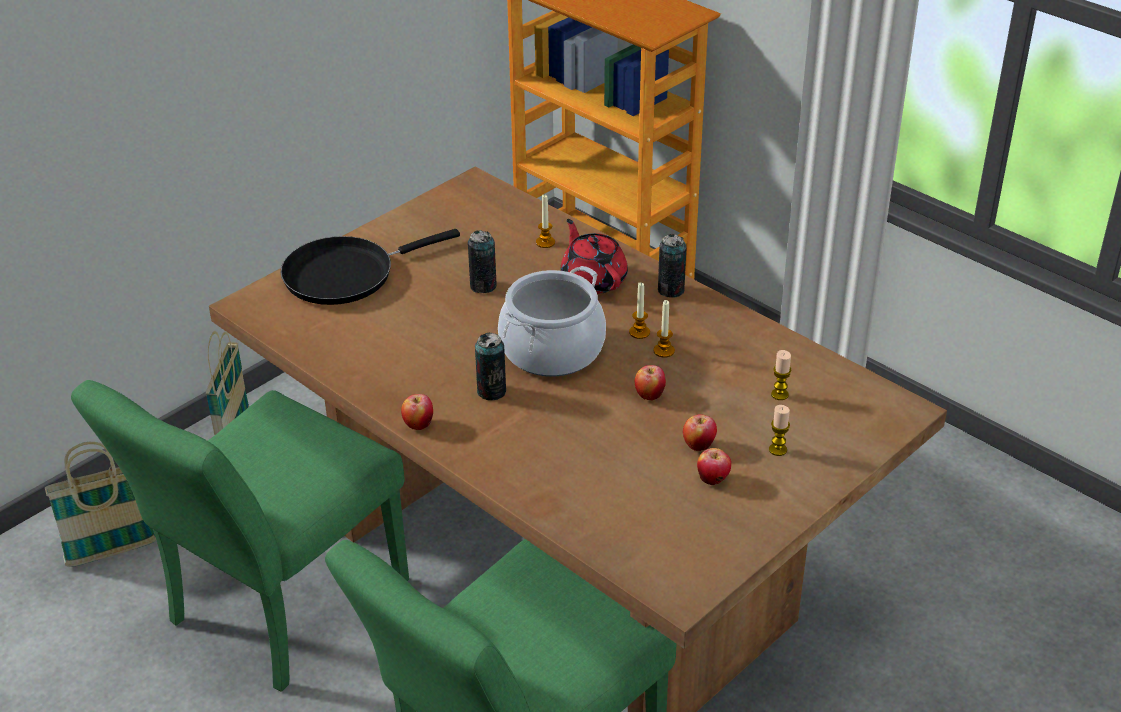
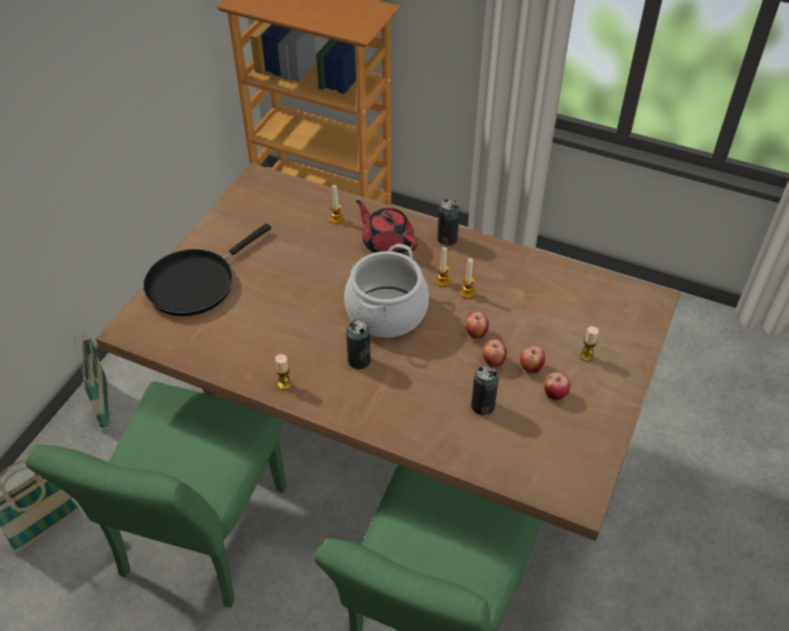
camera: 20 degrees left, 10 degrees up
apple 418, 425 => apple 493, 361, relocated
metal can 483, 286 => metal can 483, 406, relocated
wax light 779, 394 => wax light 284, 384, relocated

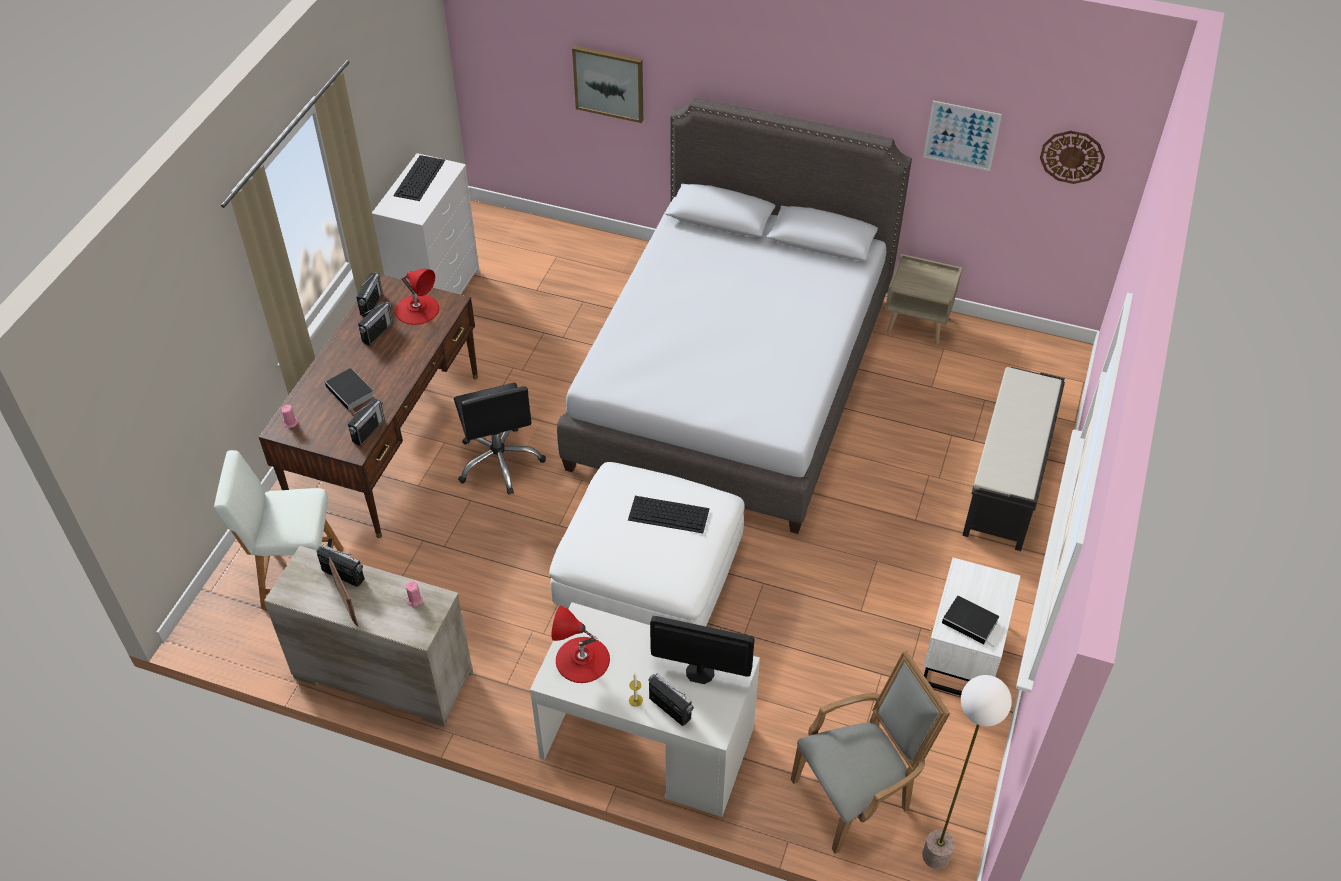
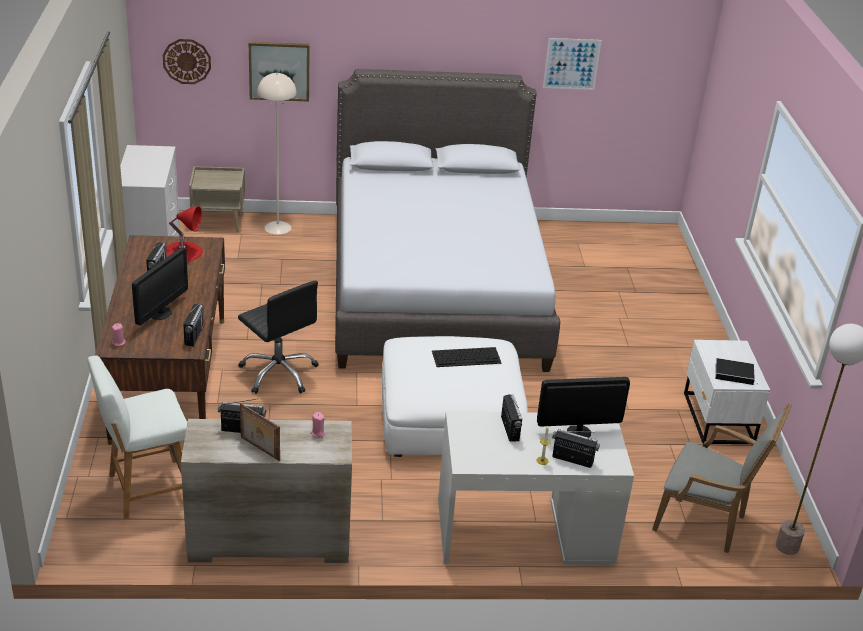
camera: 25 degrees left, 15 degrees down
keyboard 419, 178 => nothing
red-coloured lamp for a table 582, 659 => nothing
blackish long seat 1007, 481 => nothing
nothing => beige-coloured standard lamp 278, 227
radio receiver 371, 304 => radio receiver 510, 429, relocated
beige-coloured nightstand 918, 324 => beige-coloured nightstand 219, 223, relocated
clock on the wall 1072, 156 => clock on the wall 187, 61, relocated
book 351, 392 => monitor 160, 313
grey lounge chair 858, 794 => grey lounge chair 706, 523, 75 degrees clockwise

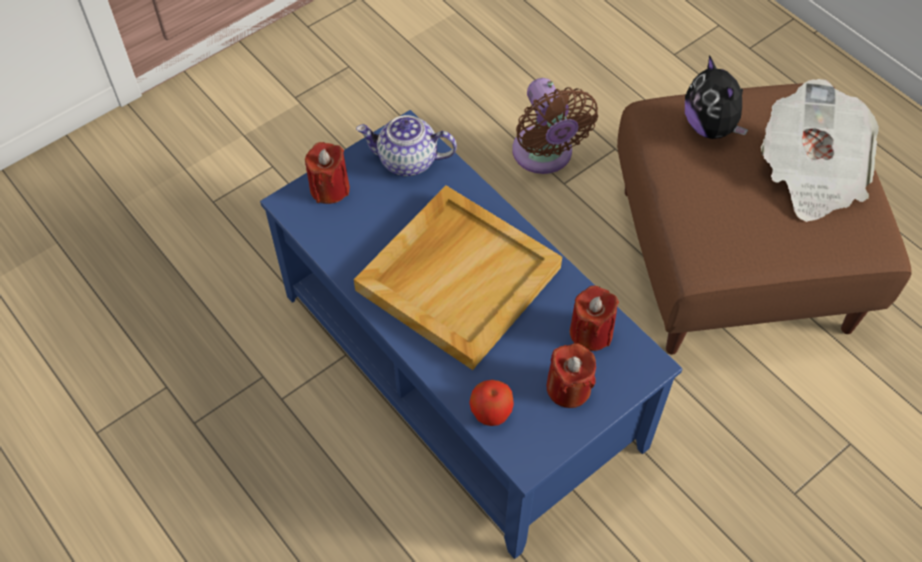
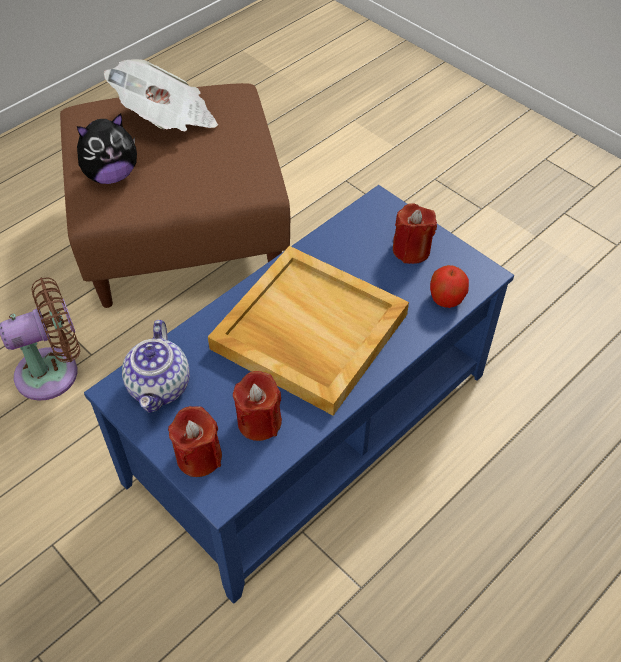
camera: 95 degrees left, 5 degrees down
red-coloured wax light 591, 332 => red-coloured wax light 259, 422, relocated

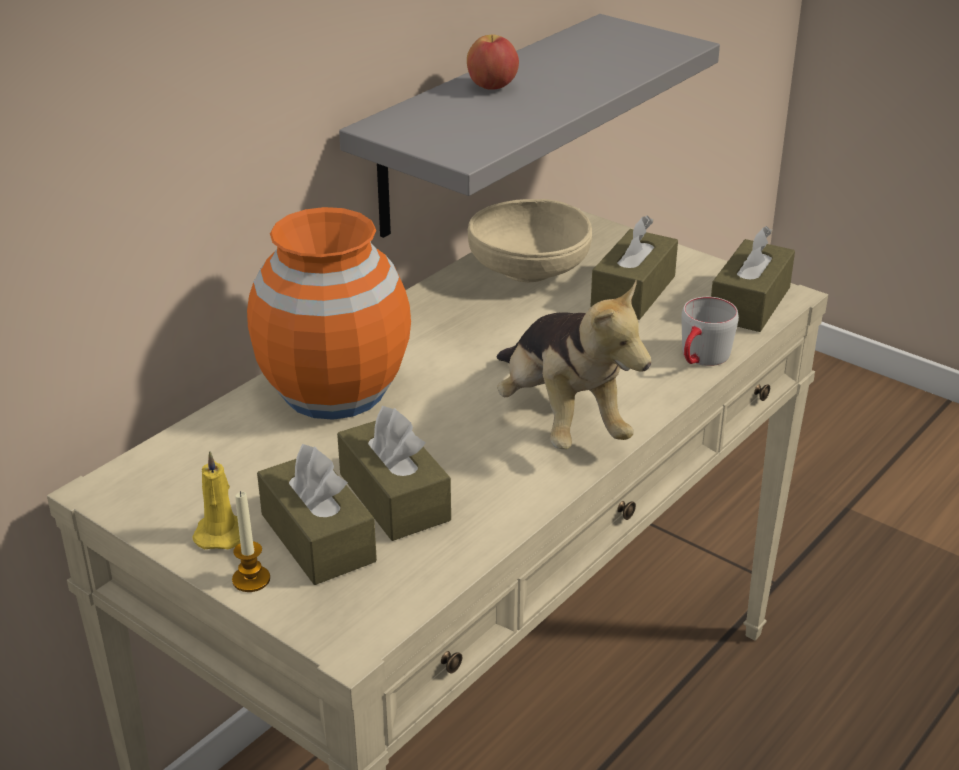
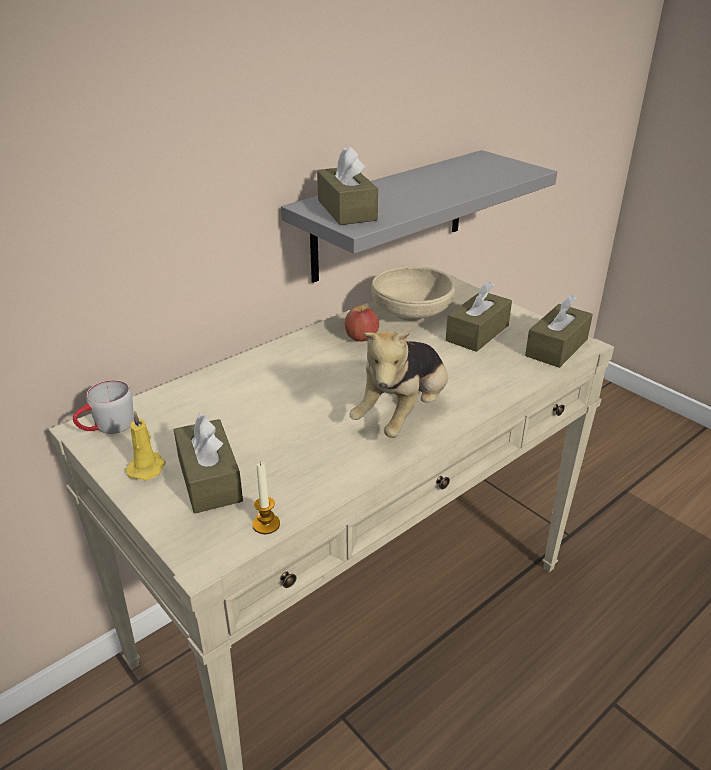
camera: 10 degrees right, 0 degrees up
orange flower vase 335, 390 => nothing
wax light 251, 579 => wax light 266, 524, relocated
brownish tissue holder 394, 497 => brownish tissue holder 346, 210, relocated
apple 492, 87 => apple 361, 338, relocated
grey coffee mug 701, 359 => grey coffee mug 107, 427, relocated
cuddly toy 561, 420 => cuddly toy 403, 414, 45 degrees clockwise

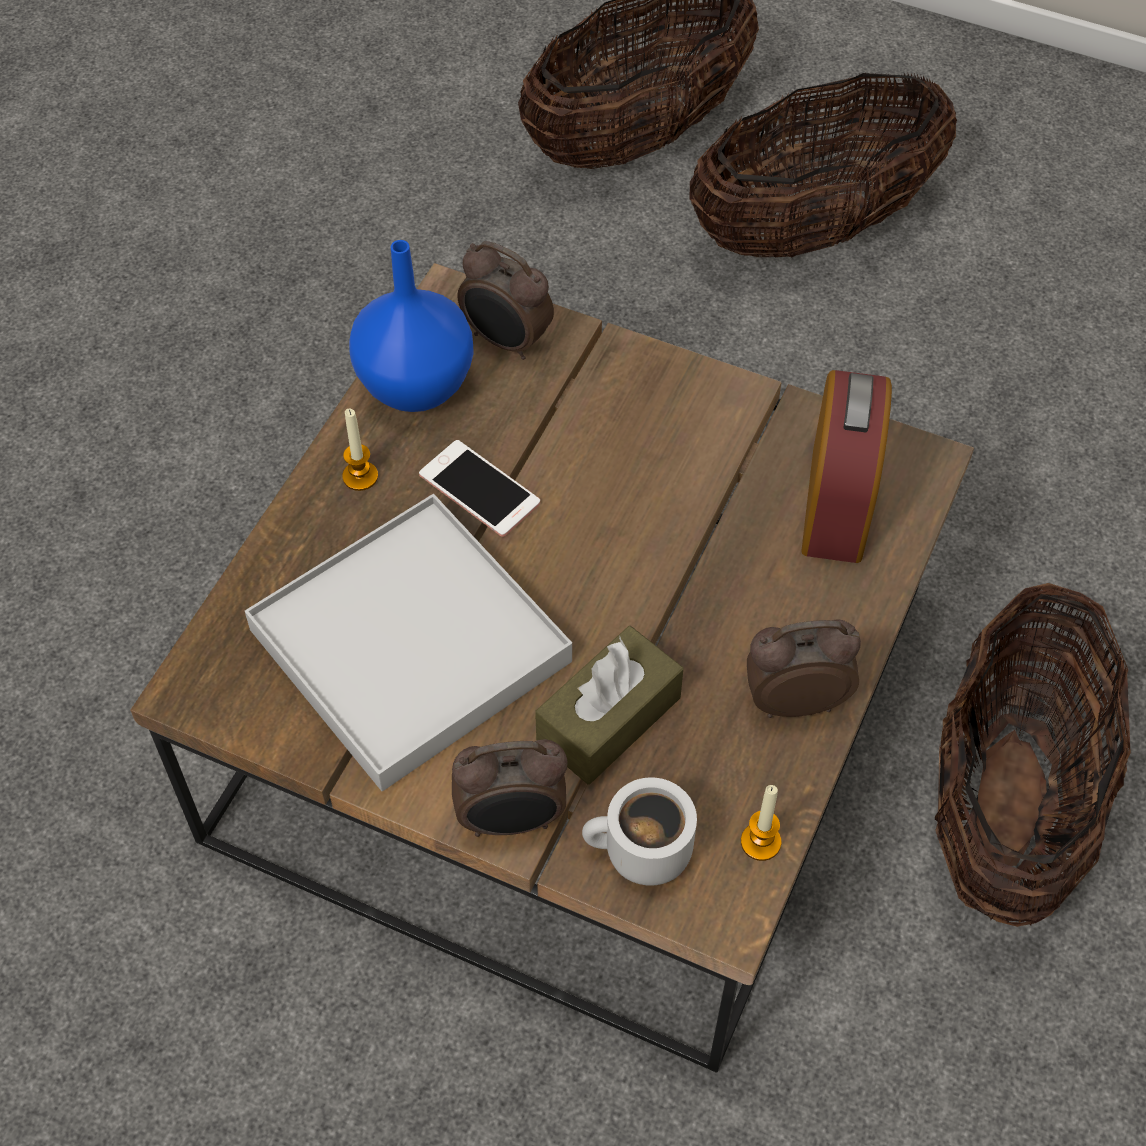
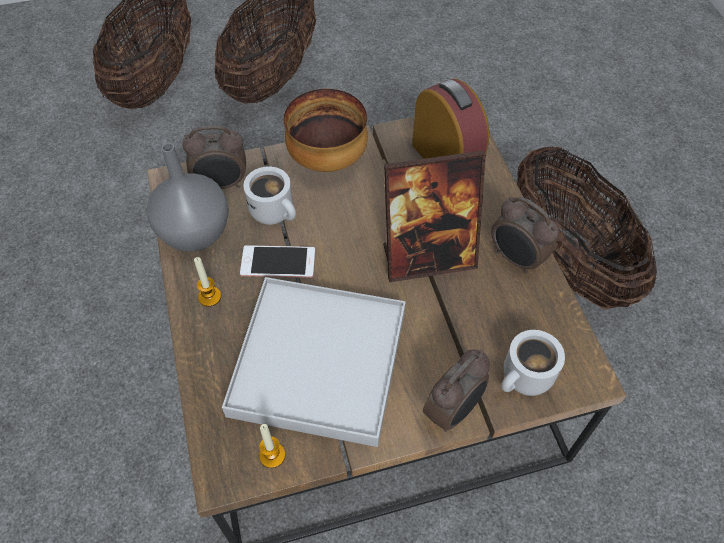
camera: 40 degrees left, 0 degrees up
brownish tissue holder 608, 719 => nothing
nothing => whitish coffee mug 276, 211
nothing => deep dish 328, 160
nothing => standing frame 428, 258
wax light 760, 842 => wax light 272, 455, relocated
blue-coloured flower vase 413, 386 => grey flower vase 194, 235
bedside clock 794, 700 => bedside clock 516, 259, 90 degrees counterclockwise

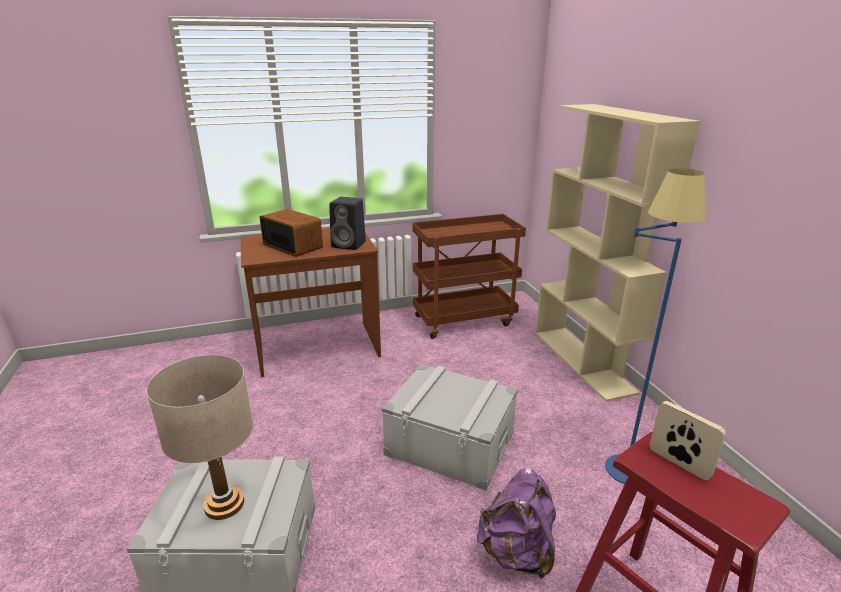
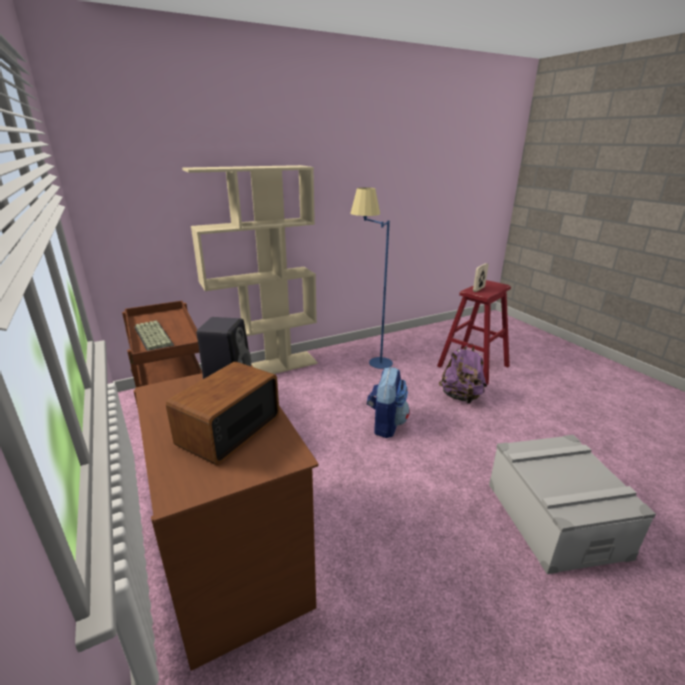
camera: 100 degrees left, 0 degrees up
beige-coloured lamp for a table 224, 504 => nothing
nothing => keyboard 152, 337
grey storage box 450, 443 => rucksack 386, 424

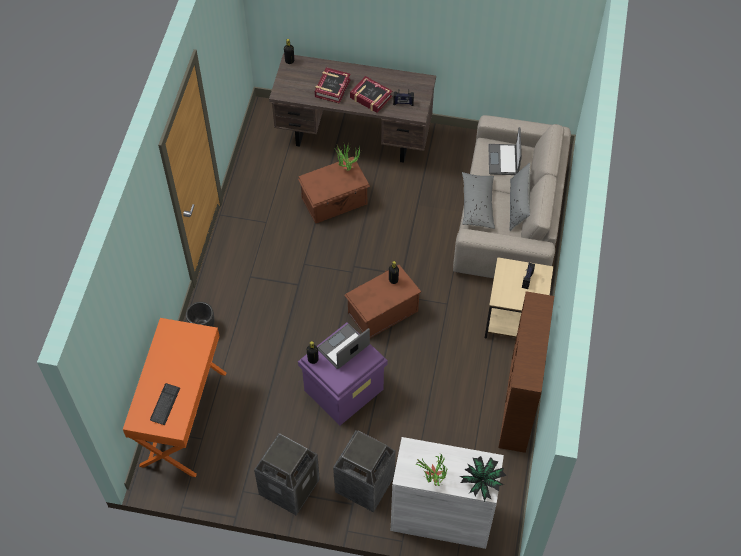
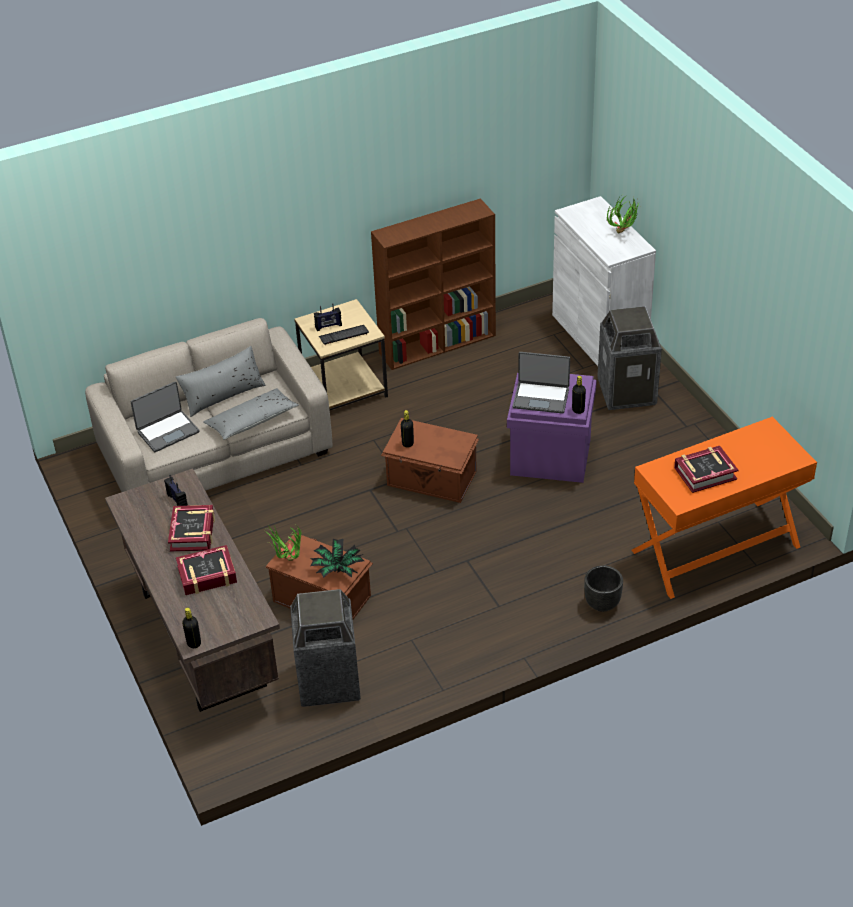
camera: 125 degrees left, 15 degrees down
nothing => book 705, 473
keyboard 165, 404 => keyboard 344, 335, relocated
trash can 289, 487 => trash can 328, 682, relocated
potted plant 482, 481 => potted plant 337, 569, relocated

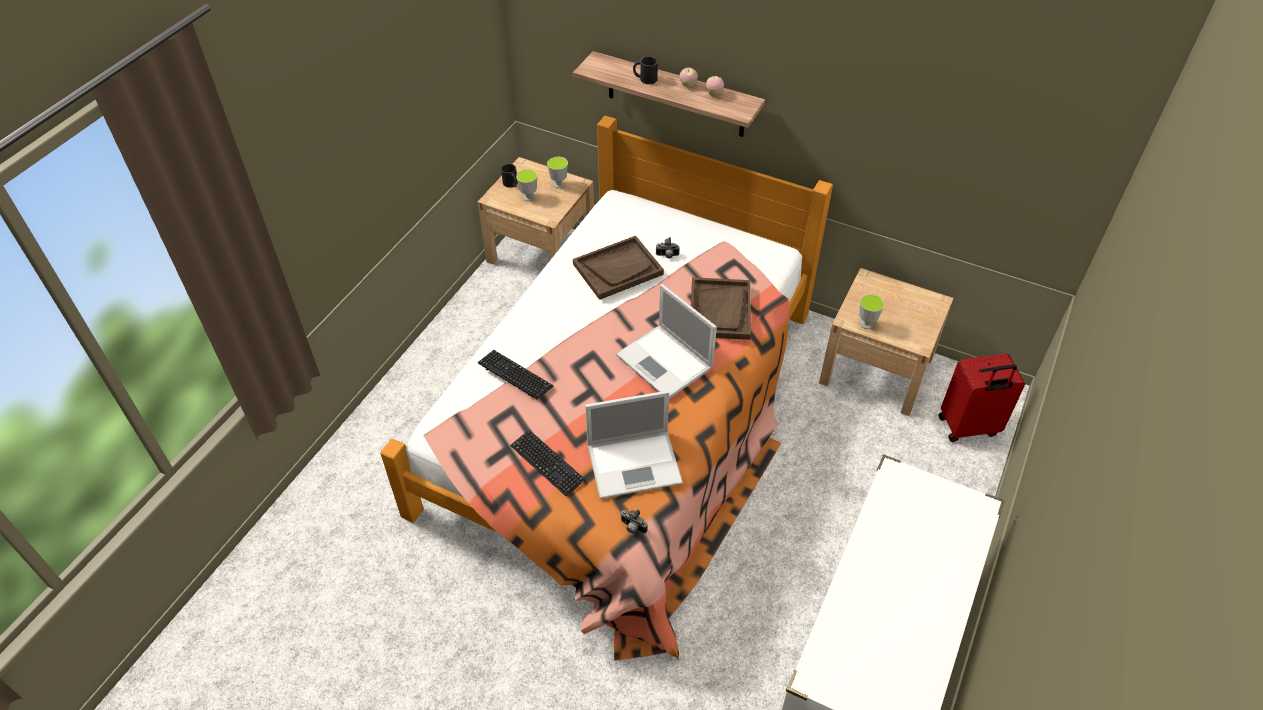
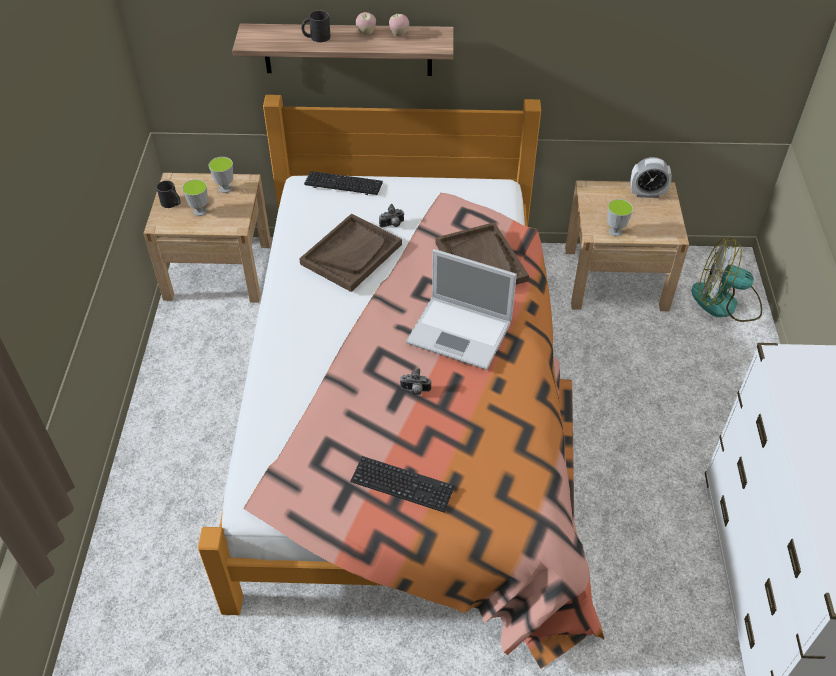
camera: 25 degrees left, 0 degrees up
laptop 636, 463 => nothing
nothing => bedside clock 647, 194
keyboard 515, 375 => keyboard 343, 184, relocated
photo camera 632, 528 => photo camera 415, 391, relocated
red-coloured suitcase 968, 427 => fan 725, 303

